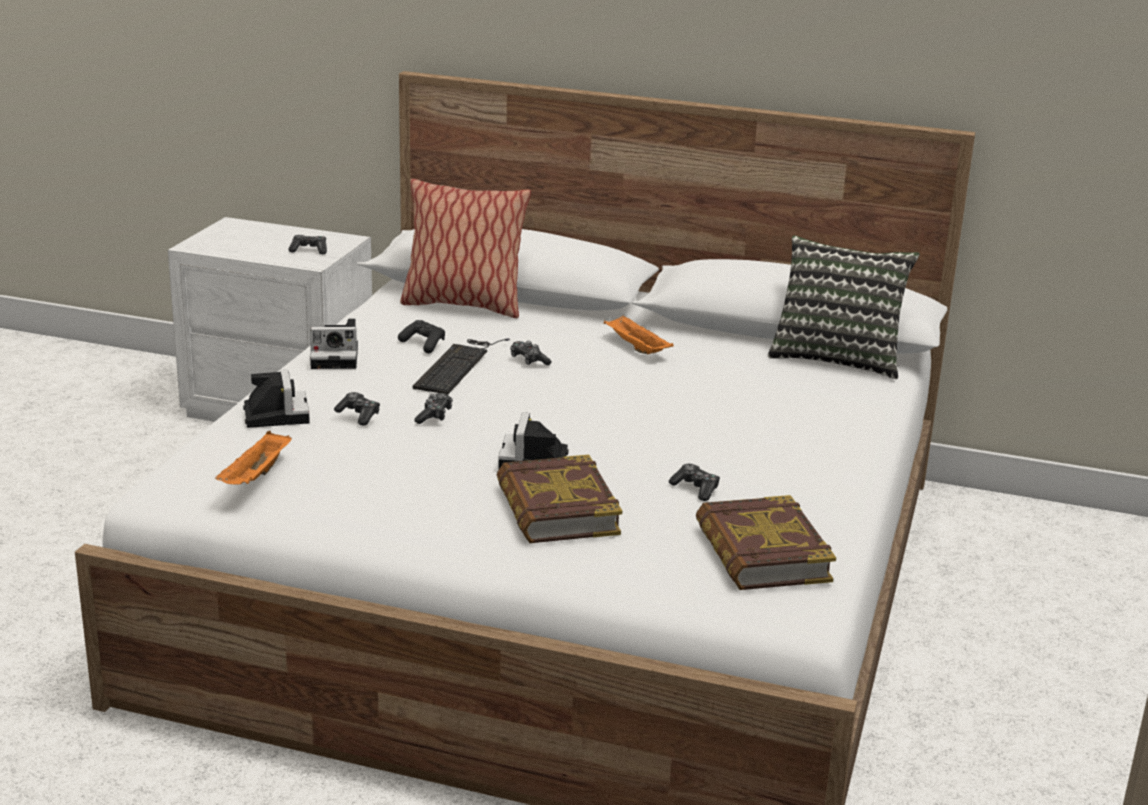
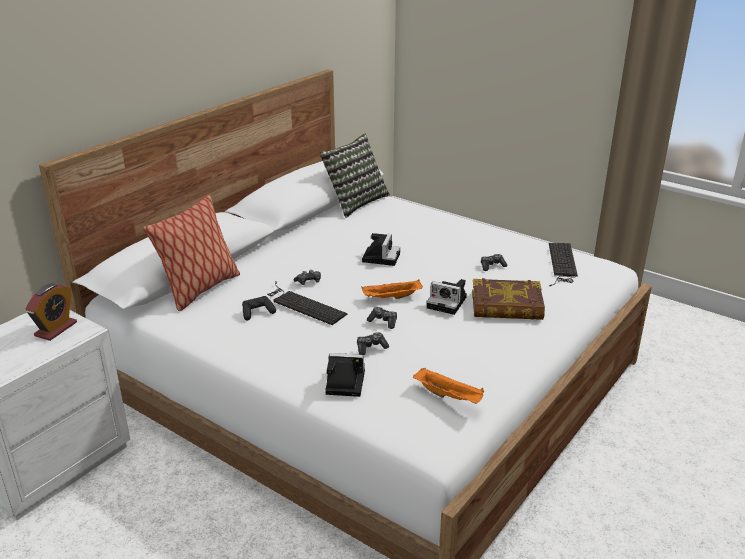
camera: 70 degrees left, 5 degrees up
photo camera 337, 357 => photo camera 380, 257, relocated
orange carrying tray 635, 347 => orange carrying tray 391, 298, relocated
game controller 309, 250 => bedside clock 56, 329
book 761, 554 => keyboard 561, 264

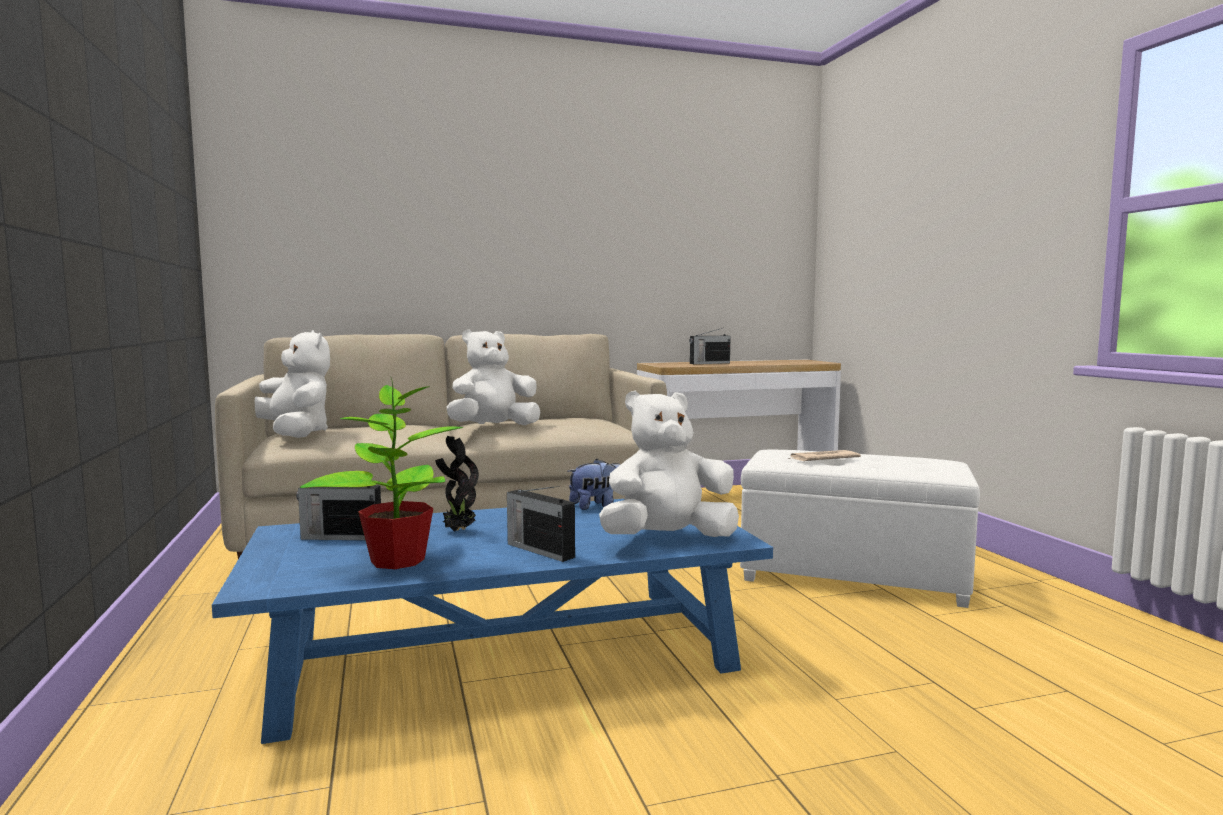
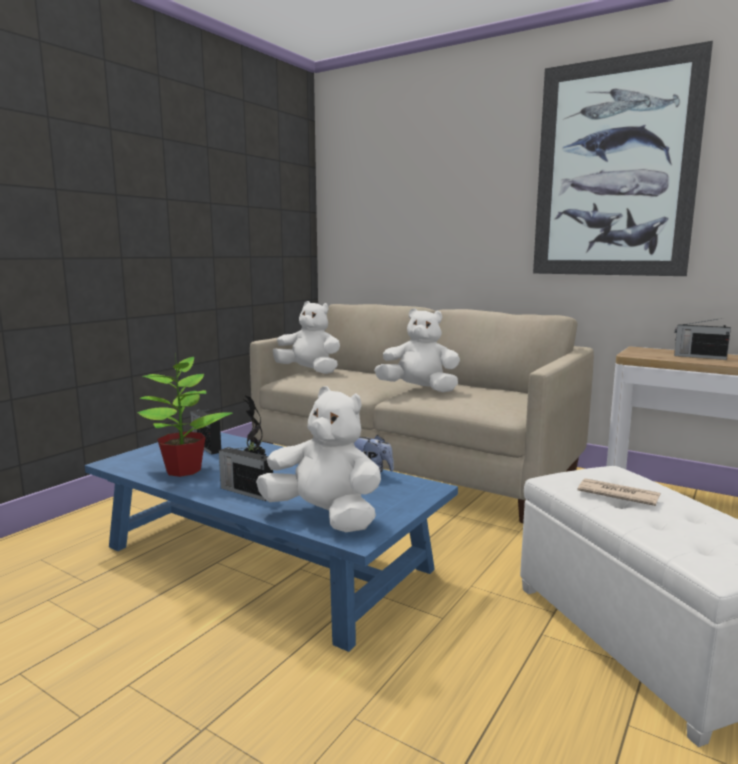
camera: 50 degrees right, 5 degrees up
nothing => picture 614, 169
whitish cuddly toy 295, 433 => whitish cuddly toy 309, 371, 75 degrees counterclockwise
radio receiver 539, 550 => radio receiver 246, 492, 60 degrees counterclockwise

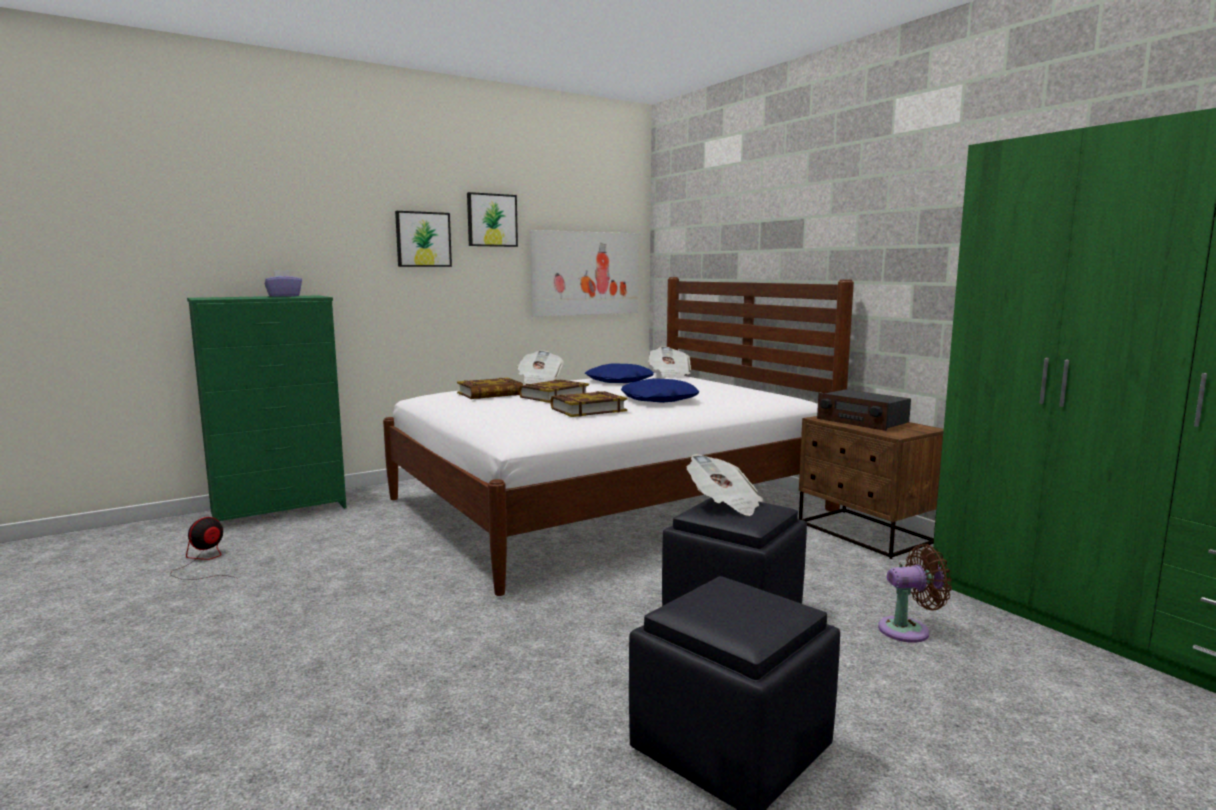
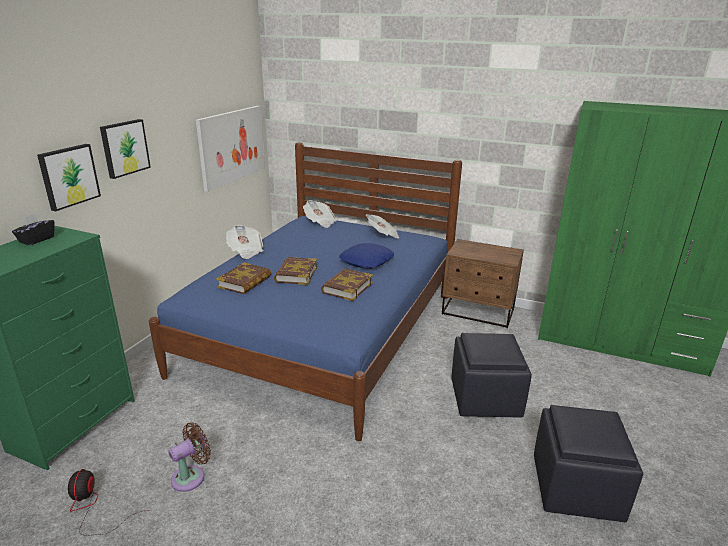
camera: 35 degrees left, 15 degrees up
blue-coloured throw pillow 619, 381 => nothing
radio receiver 862, 421 => nothing
picture 491, 220 => picture 68, 176, relocated
newspaper 724, 504 => newspaper 383, 235, relocated
brownish fan 909, 630 => brownish fan 191, 476, relocated
purple-coloured tissue holder 284, 296 => blackish tissue holder 36, 240
whitish bed 608, 505 => blue-coloured bed 323, 332

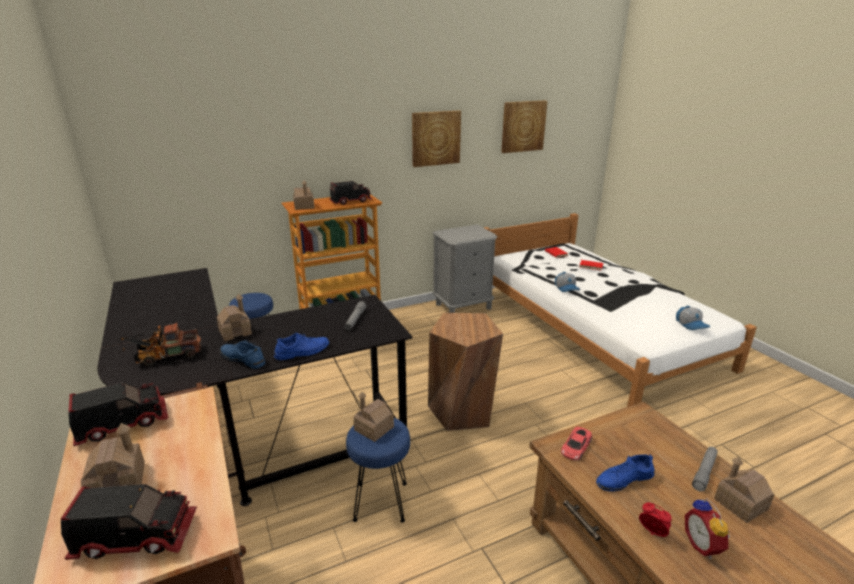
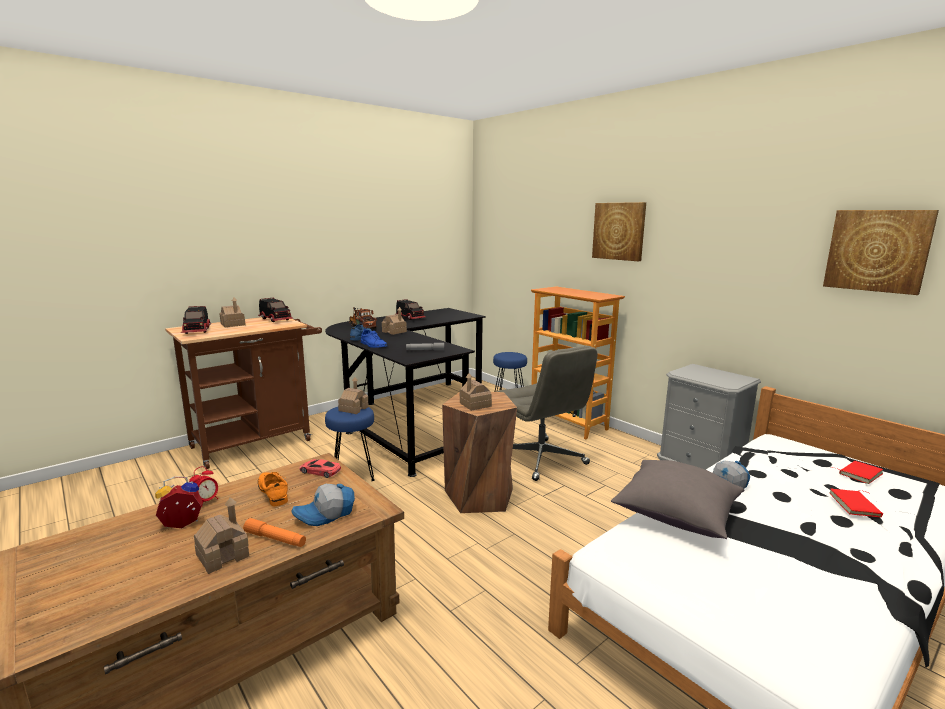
camera: 75 degrees right, 10 degrees down
nothing => grey desk chair 541, 459
nothing => grey throw pillow 676, 515
miniature house 304, 206 => miniature house 475, 405, relocated
model truck 351, 201 => model truck 410, 318, relocated
picture 435, 138 => picture 619, 231, relocated
baseball cap 691, 324 => baseball cap 325, 514, relocated
blue-coloured low shoe 624, 479 => orange low shoe 273, 492
grey hand torch 704, 472 => orange hand torch 275, 539

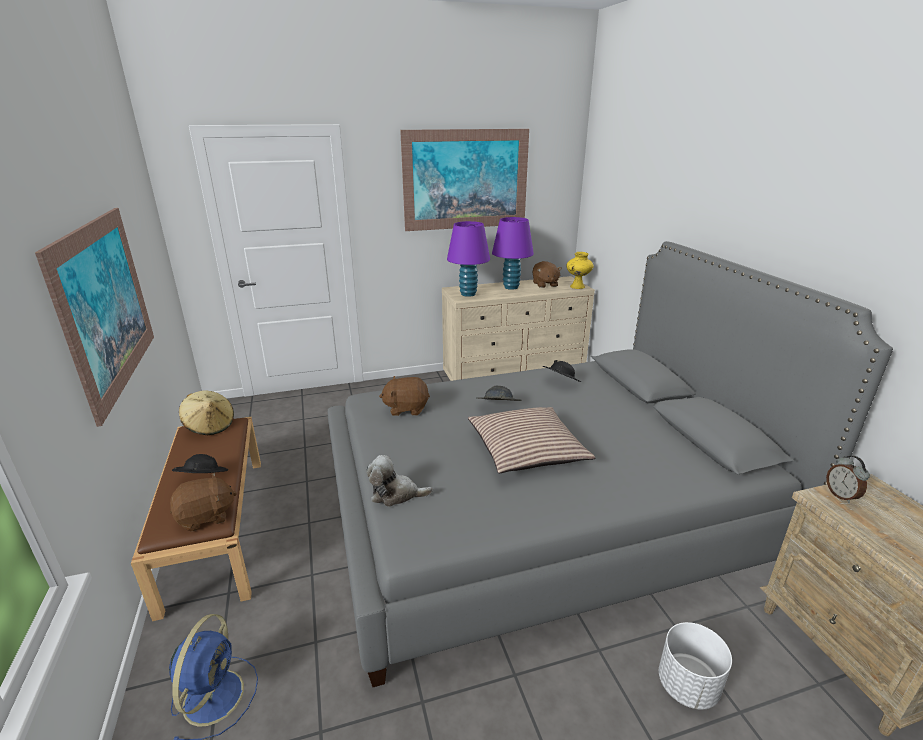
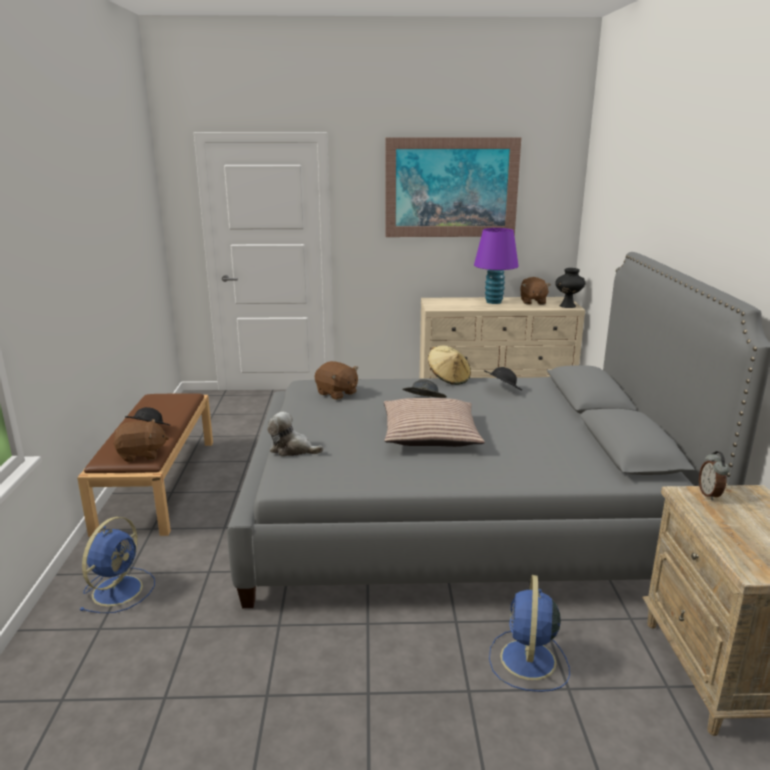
camera: 15 degrees right, 5 degrees down
picture 106, 305 => nothing
purple-coloured lamp for a table 468, 294 => nothing
beige-coloured clothing hat 210, 426 => beige-coloured clothing hat 448, 379, relocated
whitish plant pot 688, 686 => blue-coloured fan 528, 661
yellow flower vase 577, 287 => blackish flower vase 567, 306
brownish cuddly toy 406, 408 => brownish cuddly toy 337, 393, 150 degrees counterclockwise

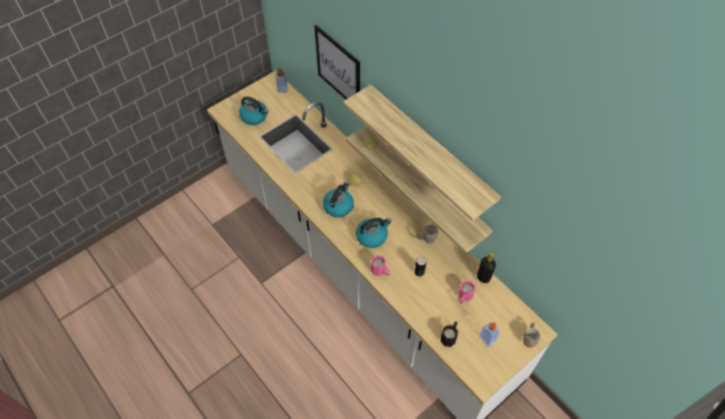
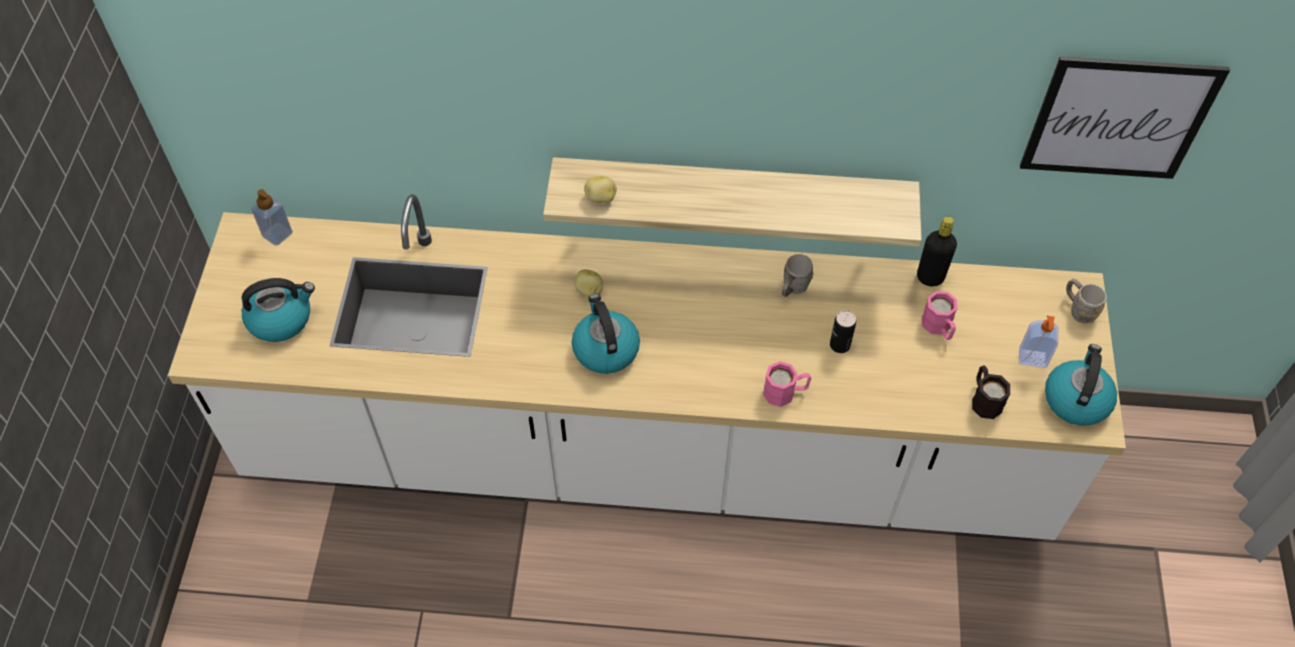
camera: 45 degrees left, 0 degrees up
wall shelf 430, 149 => nothing
picture 338, 68 => picture 1118, 118, relocated
water kettle 372, 236 => water kettle 1076, 399, relocated

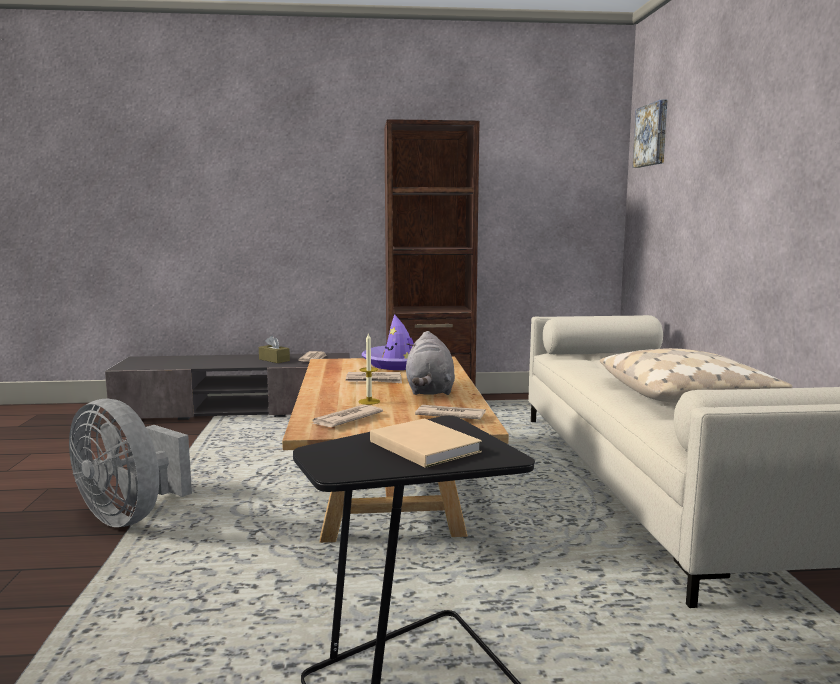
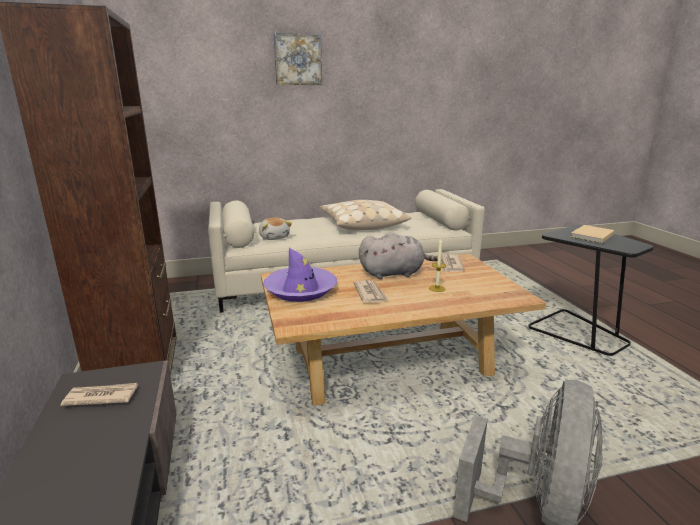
camera: 100 degrees left, 10 degrees up
brownish tissue holder 274, 360 => nothing
newspaper 345, 419 => nothing
nothing => cuddly toy 274, 237
picture 652, 135 => picture 298, 59, relocated

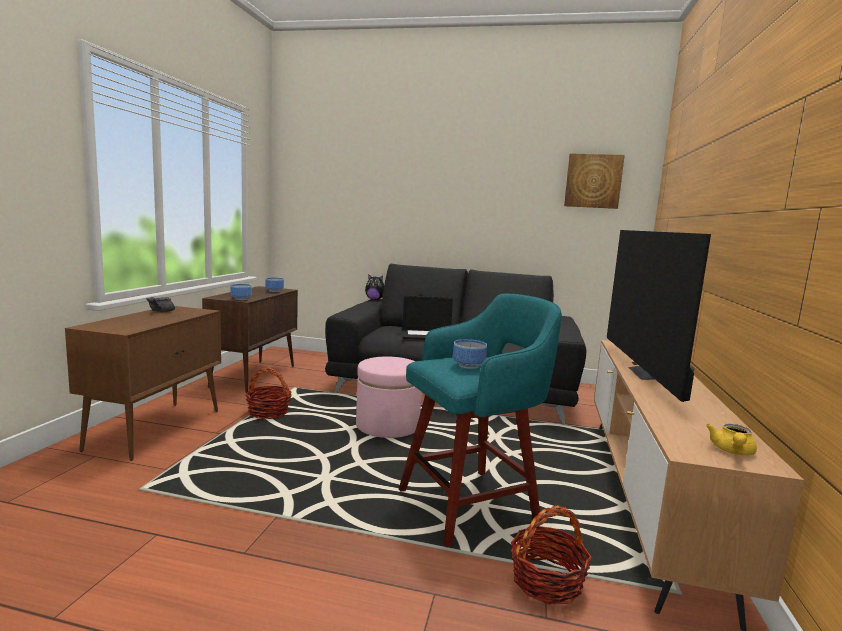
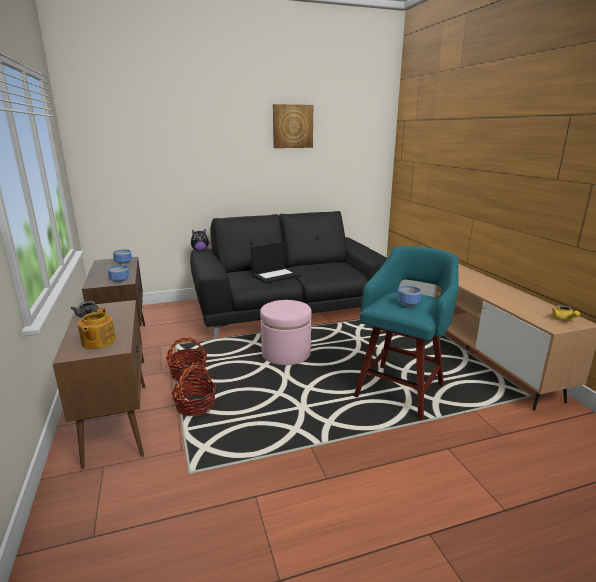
camera: 30 degrees left, 10 degrees up
TV set 649, 374 => nothing
nothing => teapot 98, 342
basket 547, 581 => basket 195, 406, relocated
picture 593, 181 => picture 292, 126, relocated

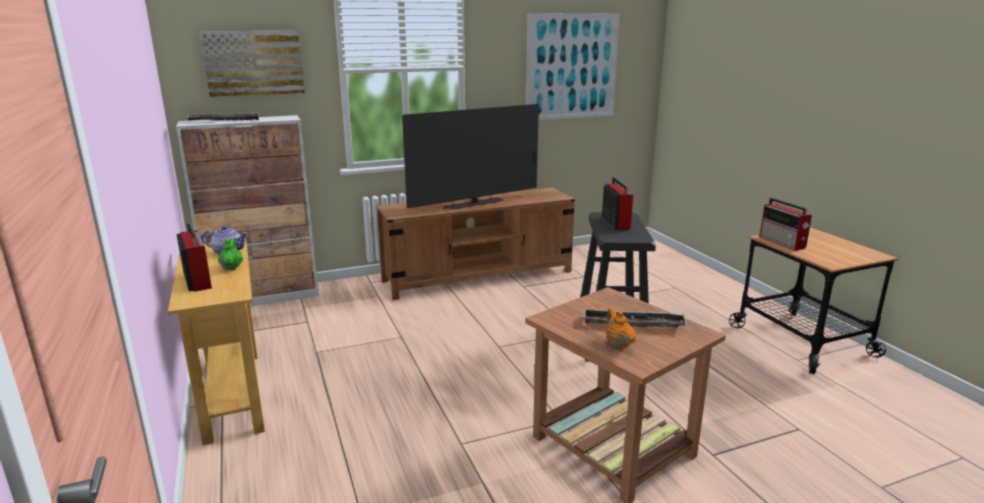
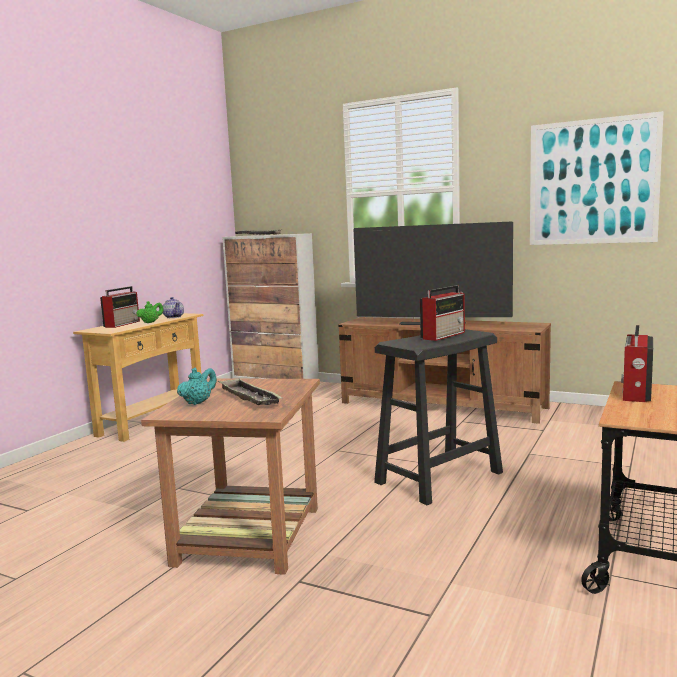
camera: 50 degrees right, 10 degrees down
picture 254, 63 => nothing
orange teapot 618, 344 => turquoise-coloured teapot 198, 402

